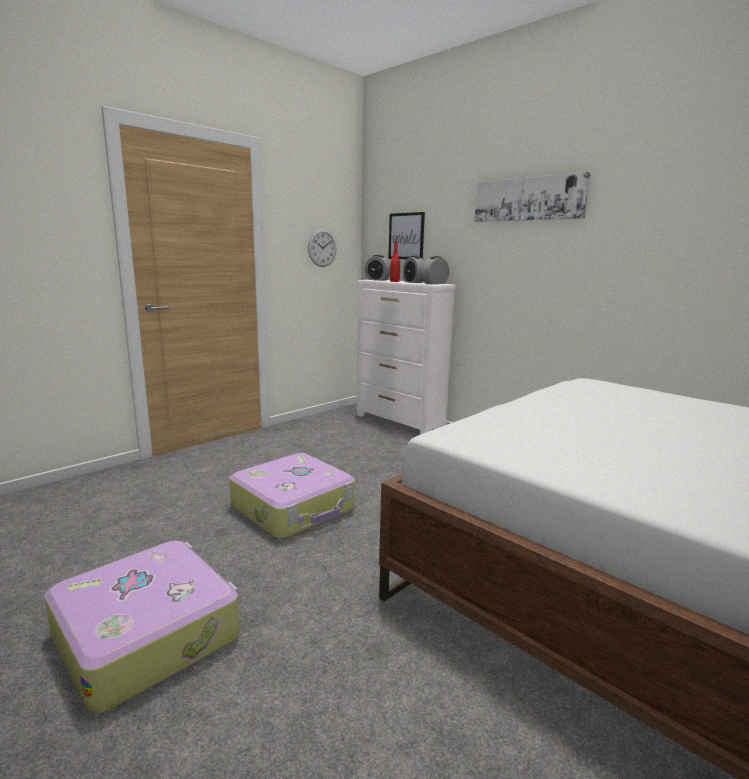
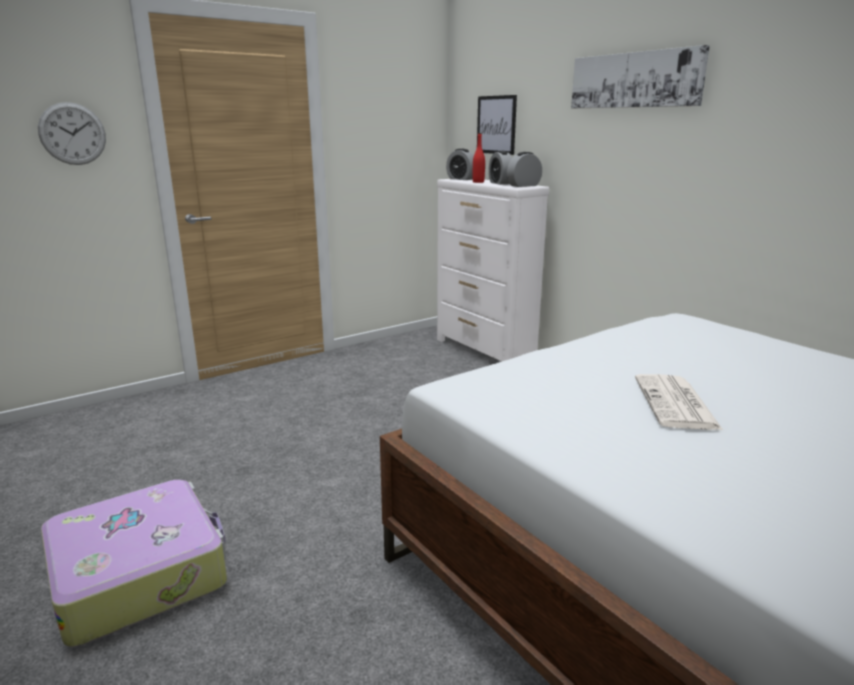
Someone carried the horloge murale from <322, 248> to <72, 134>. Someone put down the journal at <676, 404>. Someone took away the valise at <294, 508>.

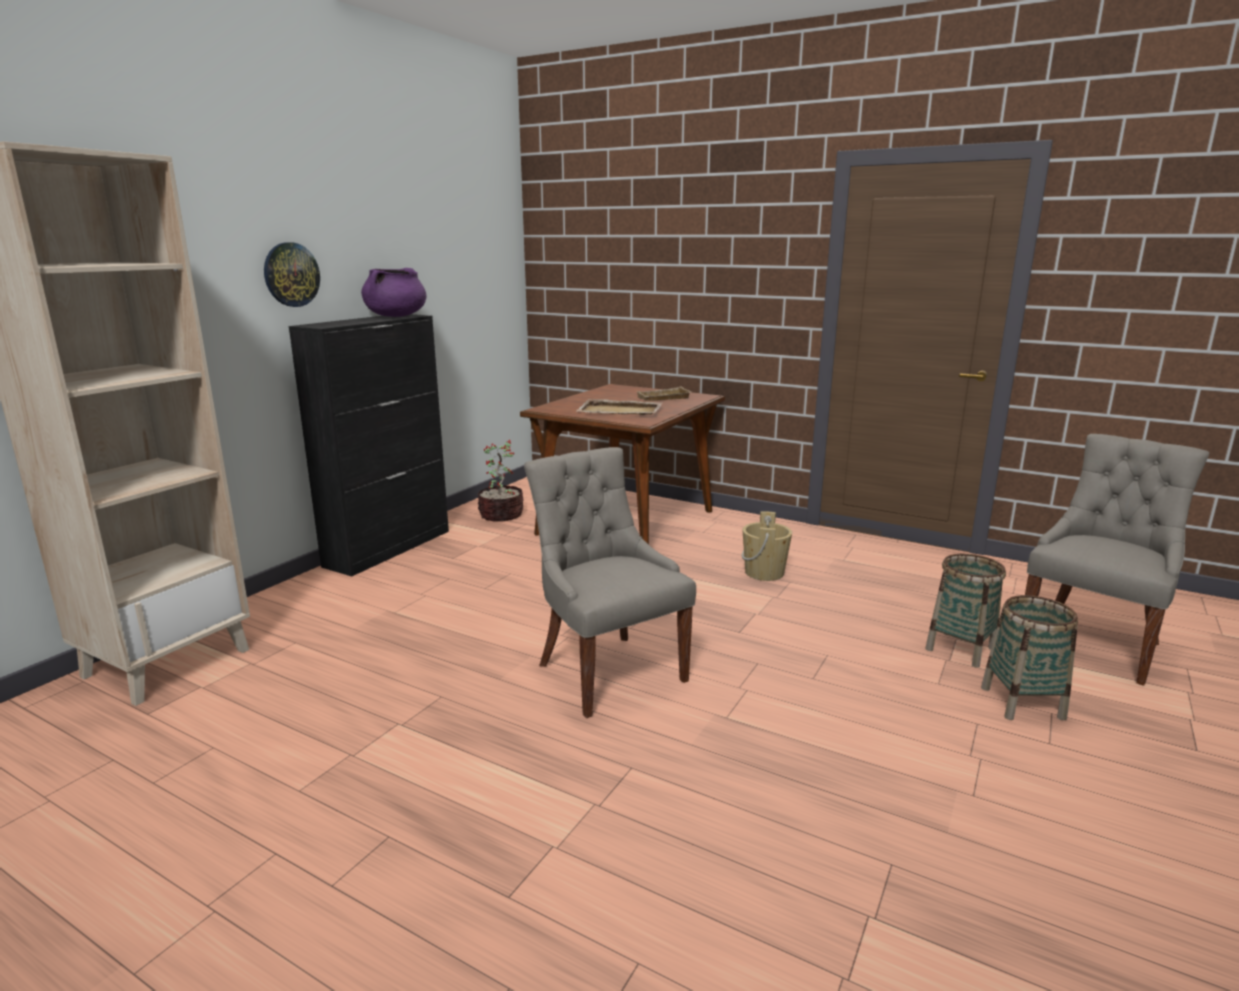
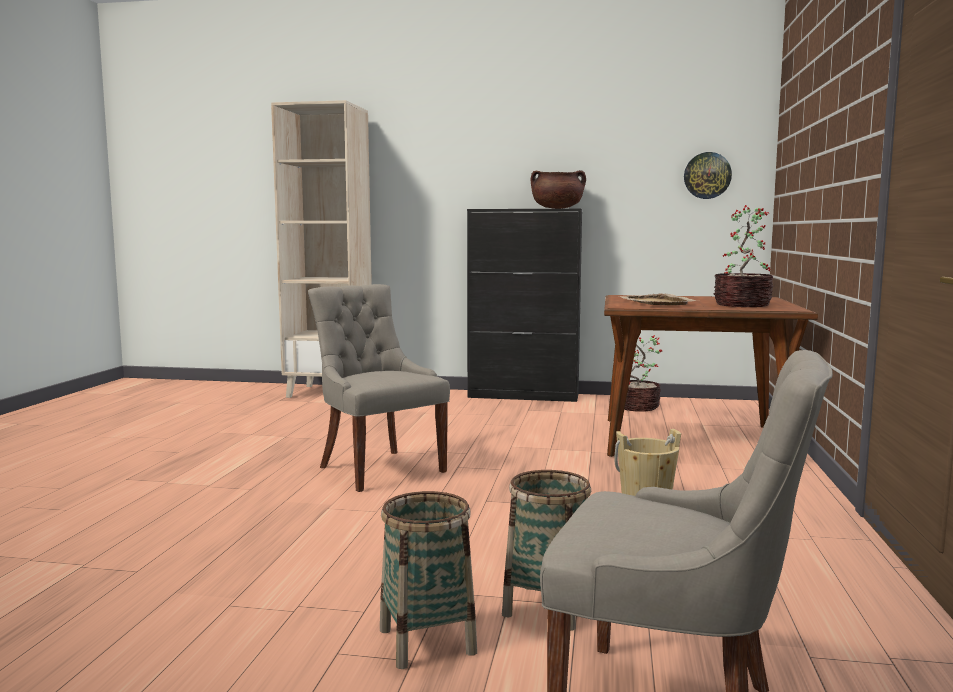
Someone rotated the chaise (gris) at <608, 671> by 75 degrees counterclockwise. Someone repainted the marmite (violet) at <396, 316>, which became the marmite (marron) at <557, 208>. Someone carried the horloge murale from <291, 274> to <707, 175>. Someone swapped the plateau (beige) at <663, 398> for the plante en pot at <743, 305>.

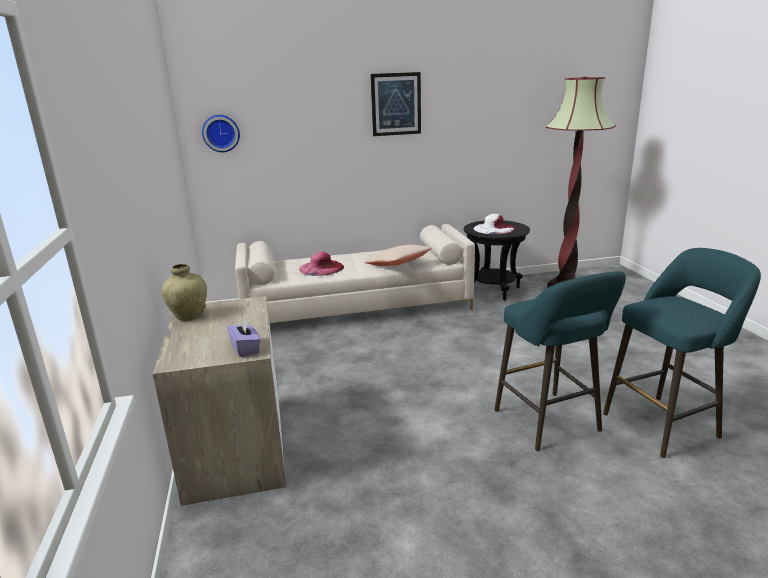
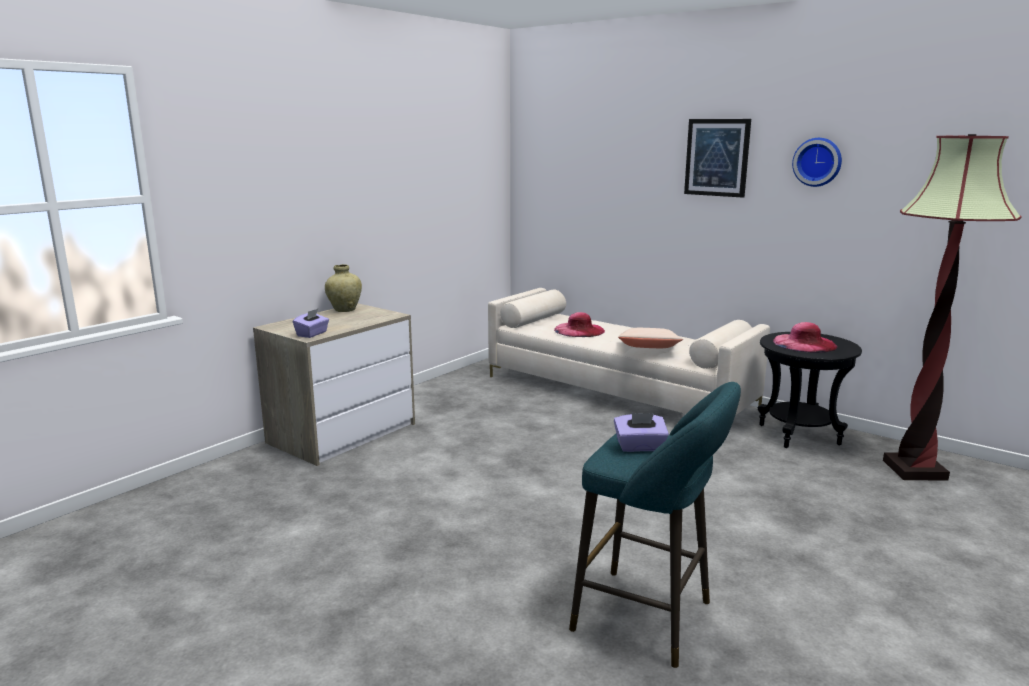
Someone put down the boîte à mouchoirs (violet) at <640, 447>. Someone repainted the chapeau (blanc) at <494, 228>, which became the chapeau (rose) at <804, 343>. Someone carried the horloge murale from <221, 133> to <817, 162>. Someone took away the tabouret (turquoise) at <550, 423>.

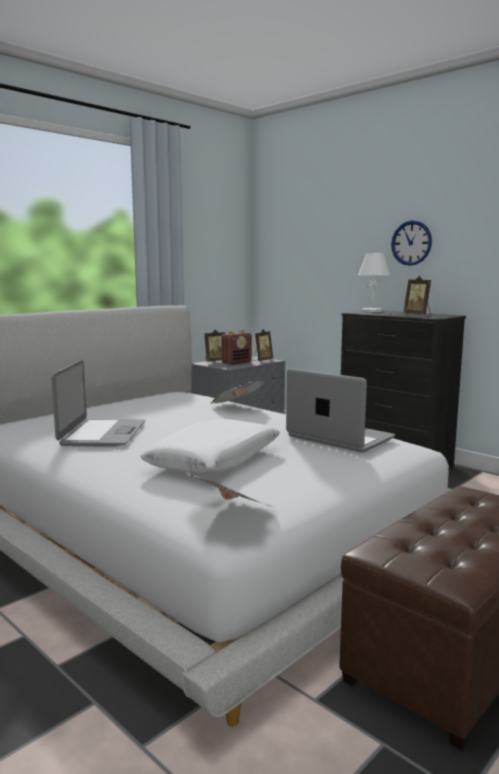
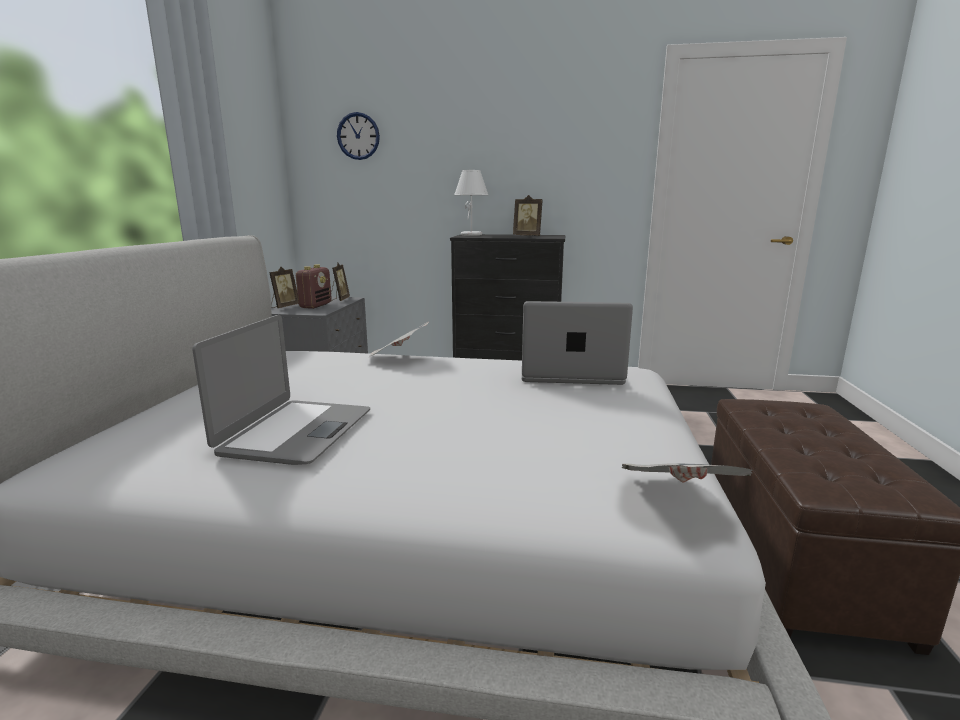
Someone rotated the ordinateur portable at <102, 434> by 45 degrees clockwise. Someone carried the horloge murale from <411, 243> to <358, 136>. Someone took away the coussin (blanc) at <215, 460>.

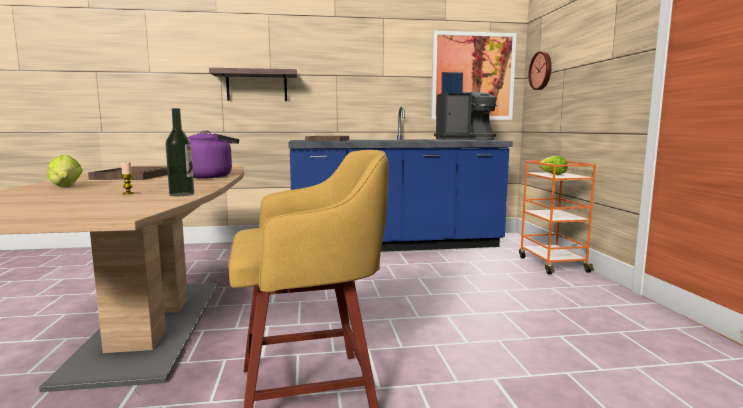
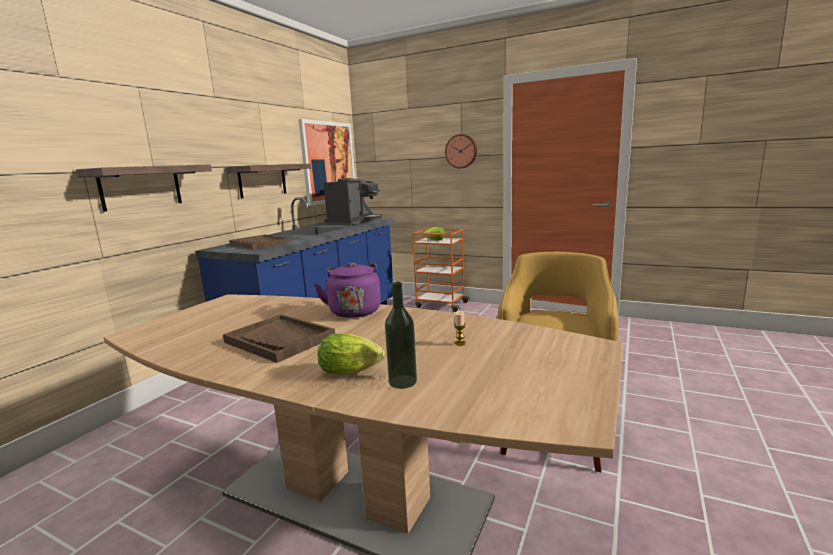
Someone put up the étagère at <262, 180>. Someone carried the bouteille from <181, 194> to <402, 381>. Someone carried the horloge murale from <541, 71> to <461, 151>.

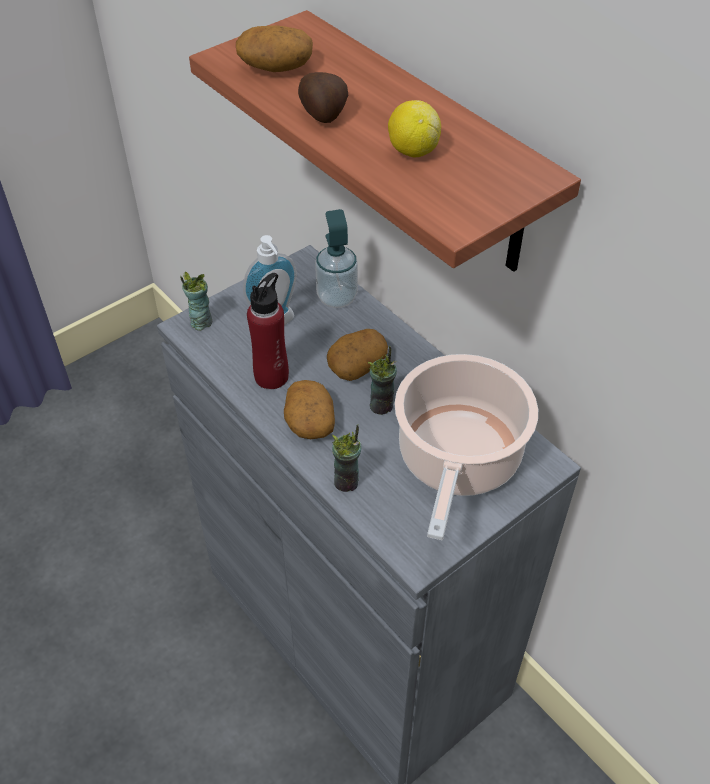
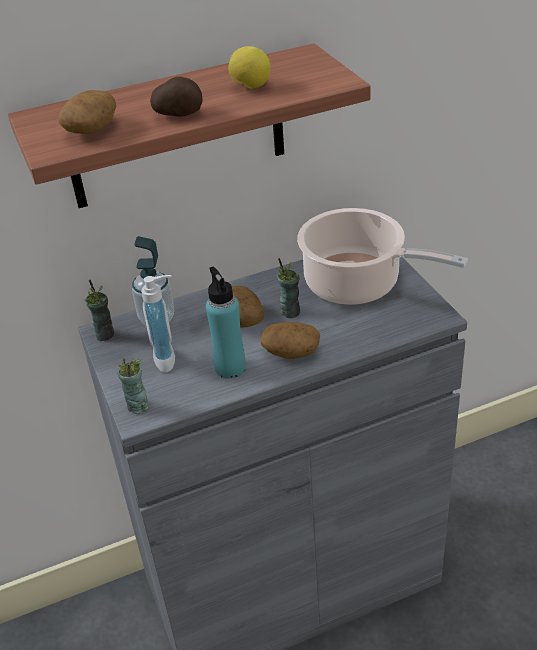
Someone carried the tasse from <347, 482> to <105, 334>. Someone repainted the bouteille (rouge) at <271, 376>, which became the bouteille (turquoise) at <230, 368>.

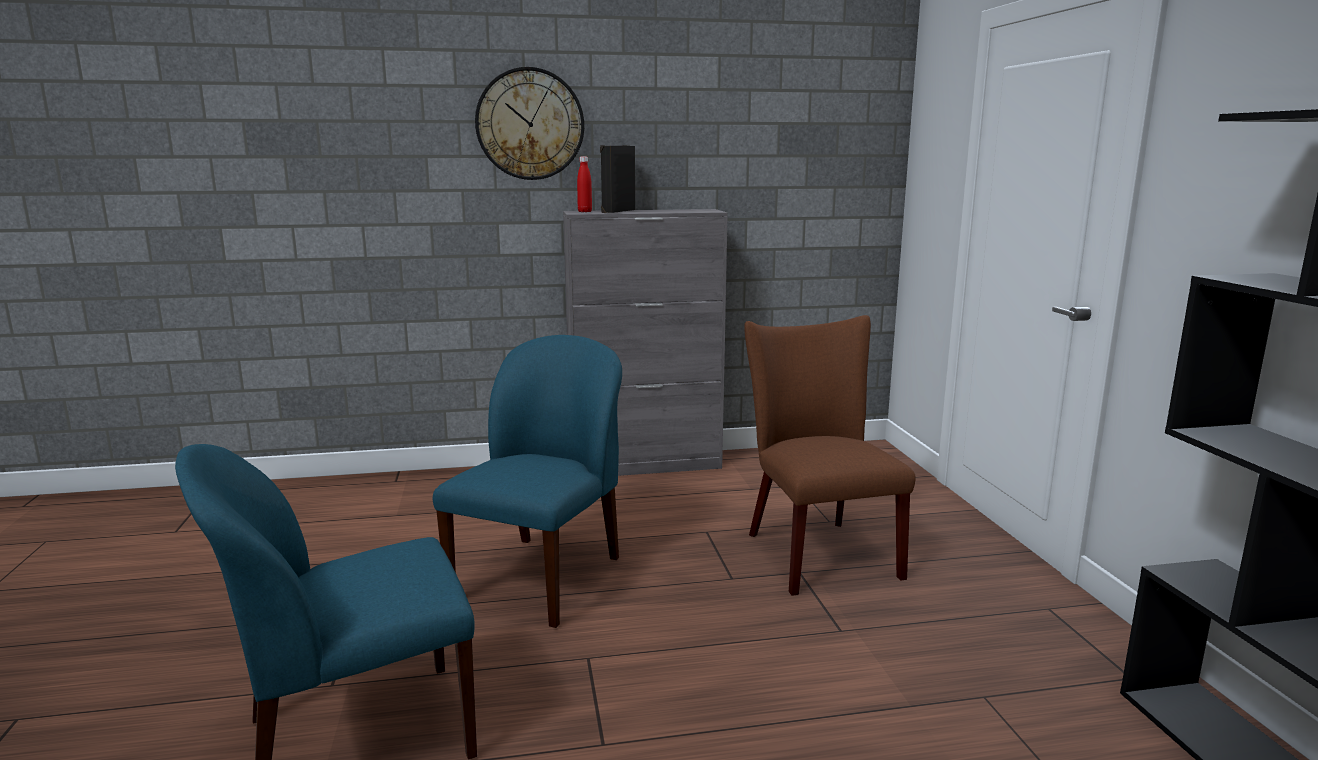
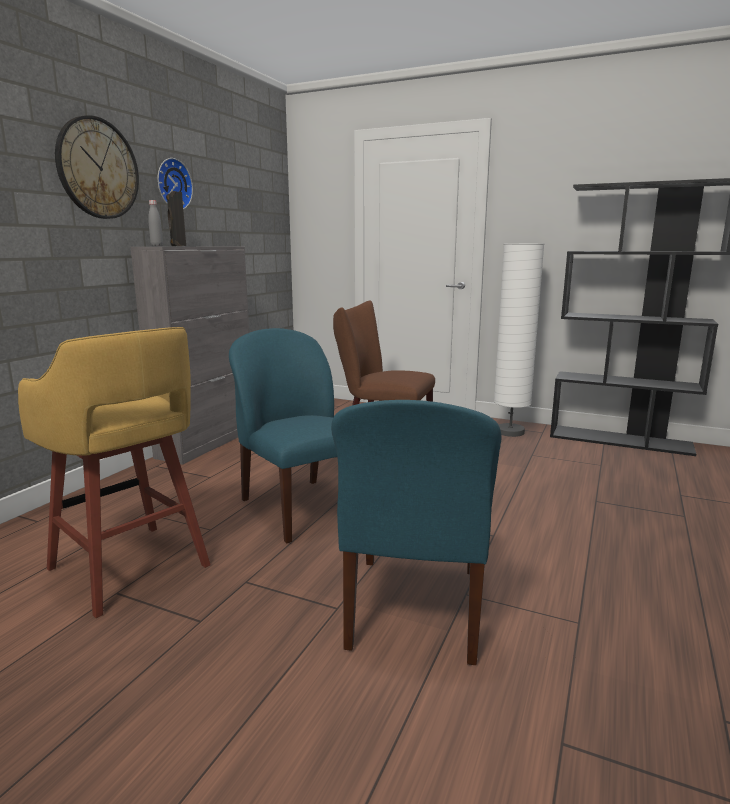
Someone put down the tabouret (jaune) at <131, 569>. Someone repainted the bouteille (rouge) at <585, 211>, which became the bouteille (gris) at <157, 246>. Someone put up the horloge murale at <172, 184>. Someone put down the lampadaire (blanc) at <510, 432>.

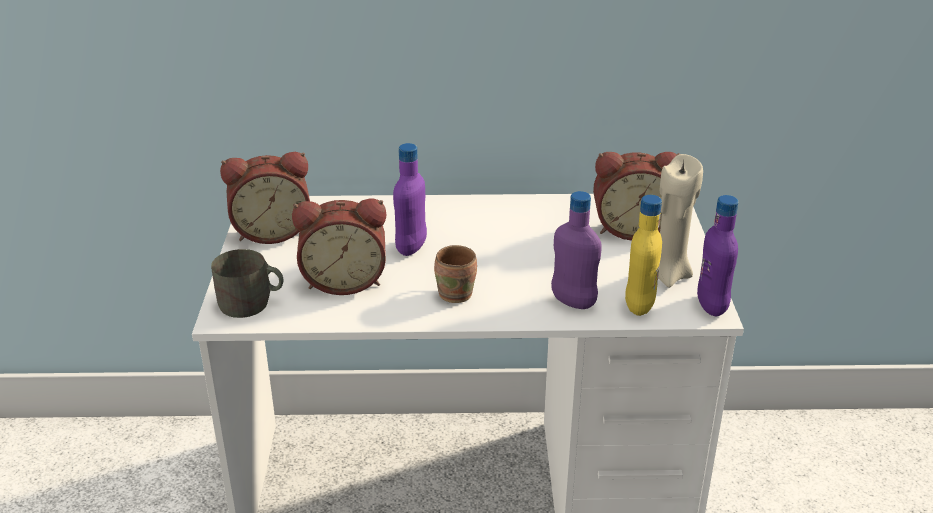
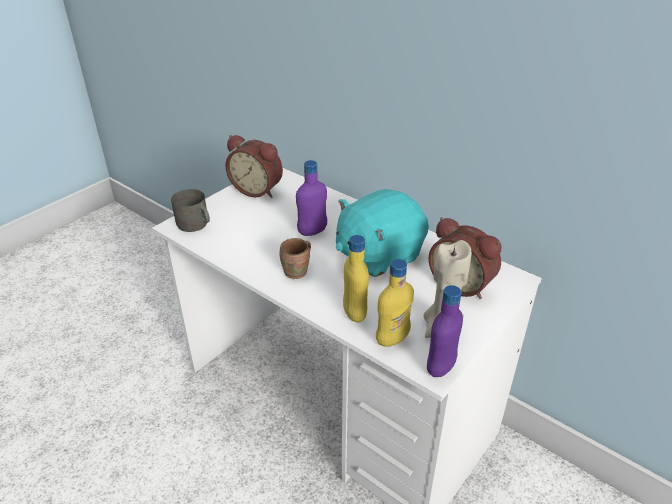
Someone put down the peluche (turquoise) at <378, 254>. Someone repainted the bouteille (violet) at <573, 302>, which became the bouteille (jaune) at <354, 313>. Someone took away the réveil at <344, 281>.

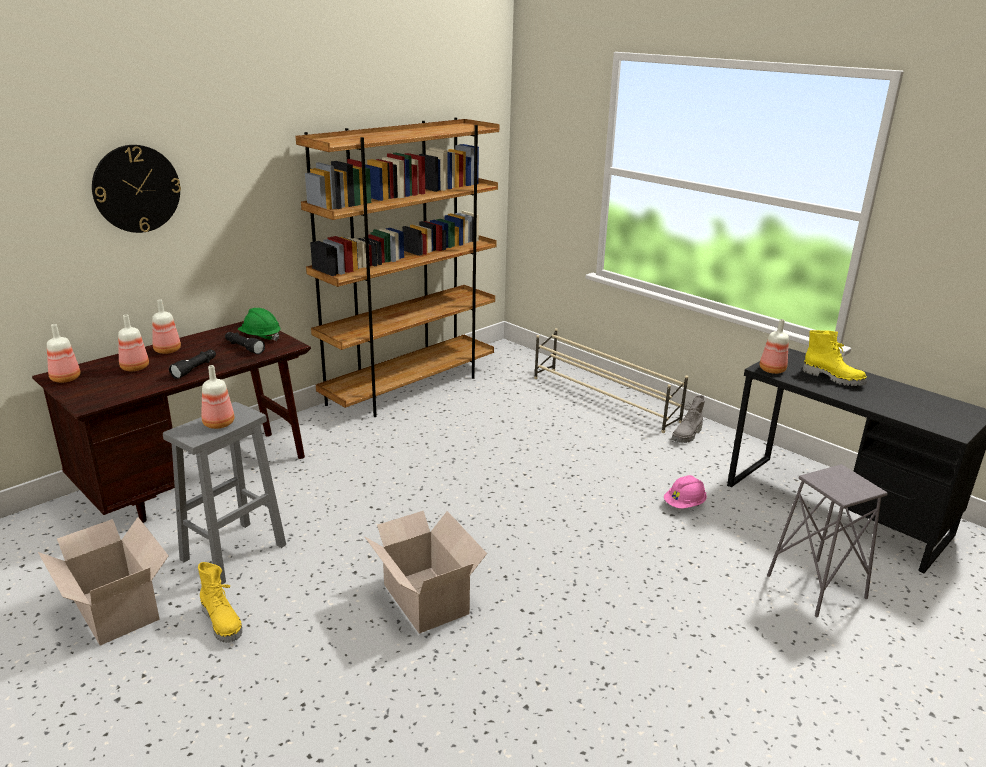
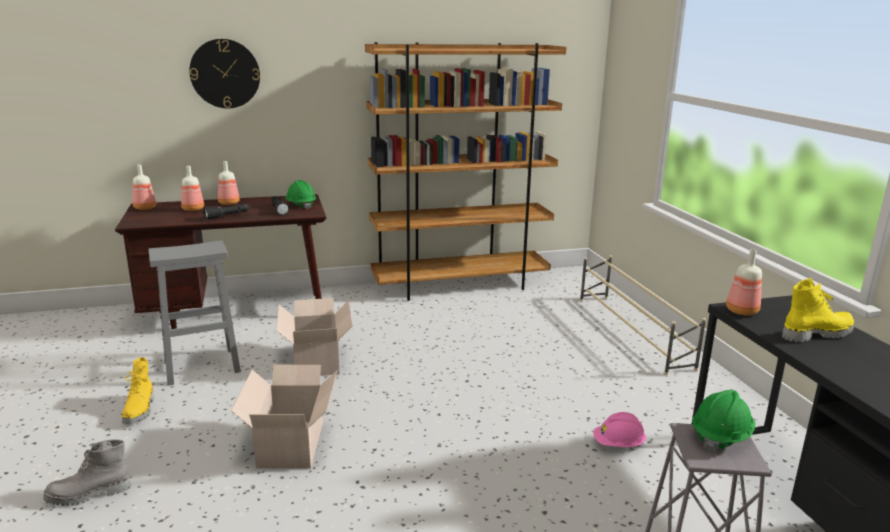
Someone carried the botte (gris) from <687, 435> to <88, 495>. Someone carried the carton from <115, 608> to <317, 360>. Someone put down the casque de chantier (vert) at <721, 436>. Someone rotated the botte (jaune) at <833, 378> by 90 degrees counterclockwise. Someone took away the bouteille at <218, 424>.

